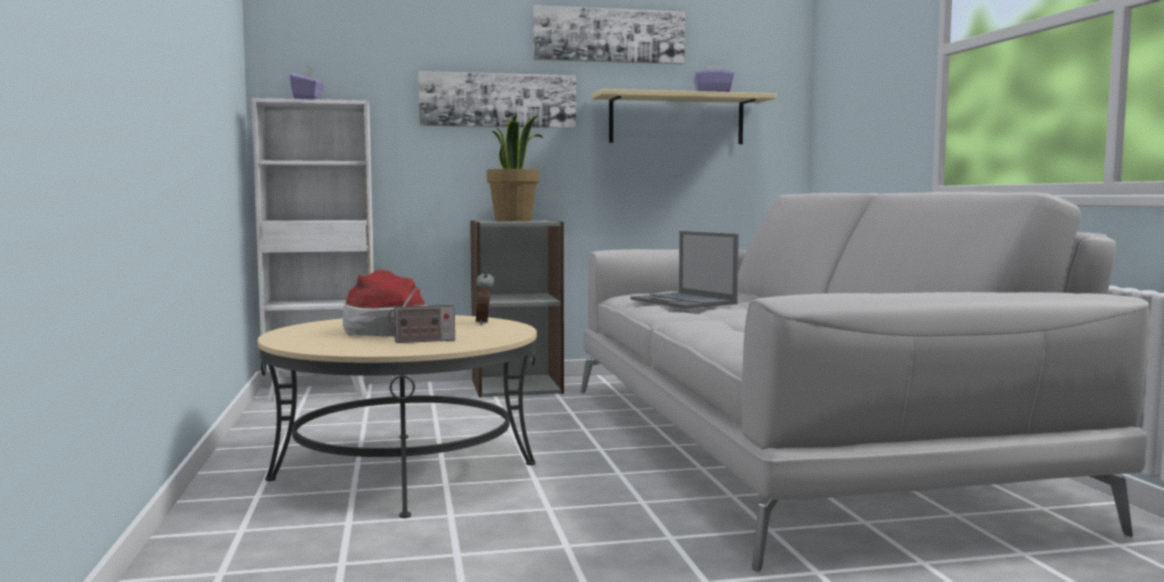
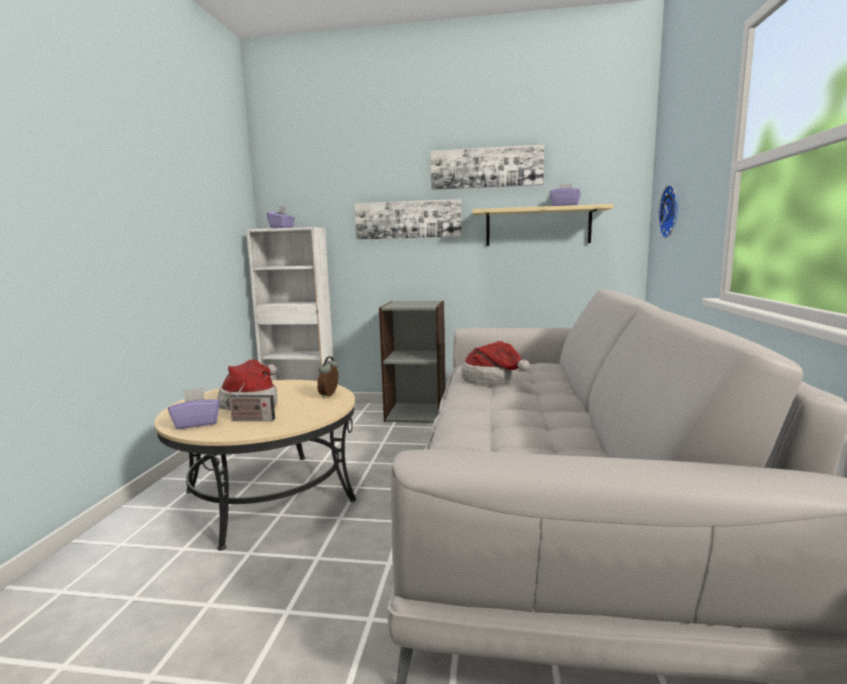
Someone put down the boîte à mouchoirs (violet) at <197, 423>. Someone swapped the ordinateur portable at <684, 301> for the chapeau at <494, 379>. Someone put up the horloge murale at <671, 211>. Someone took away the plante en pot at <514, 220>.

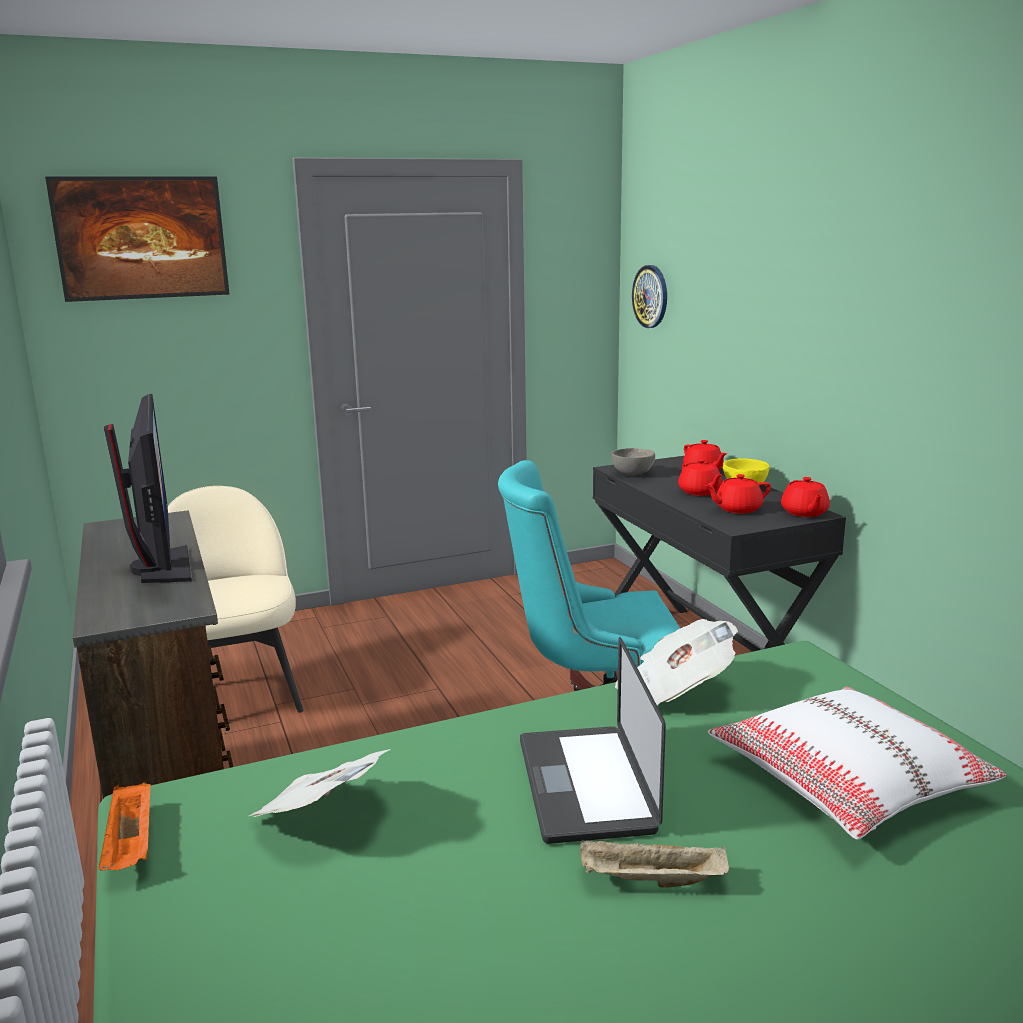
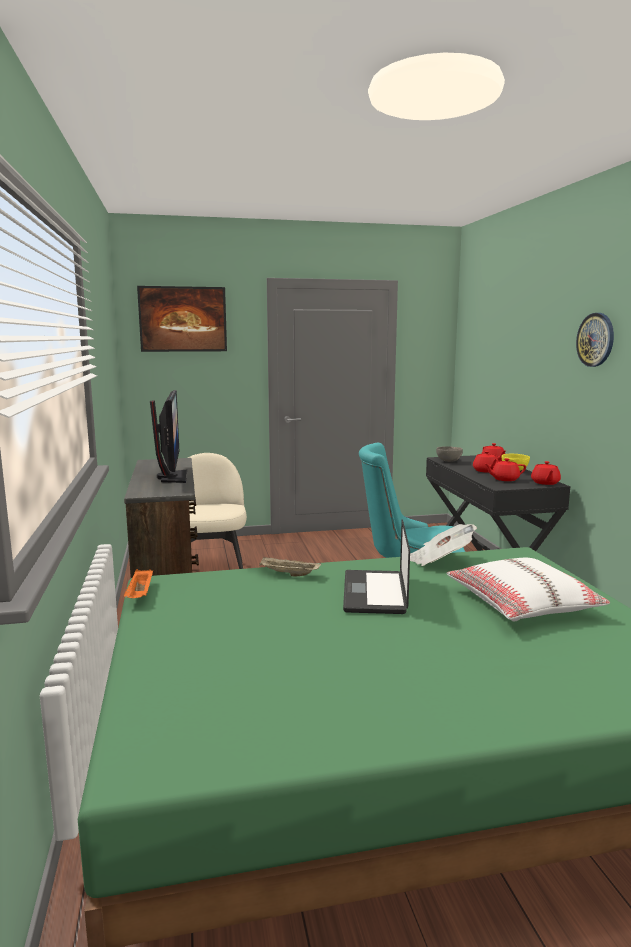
Someone carried the plateau (beige) from <650, 881> to <288, 574>. Someone carried the horloge murale from <651, 296> to <596, 340>. Someone took away the journal at <322, 815>.

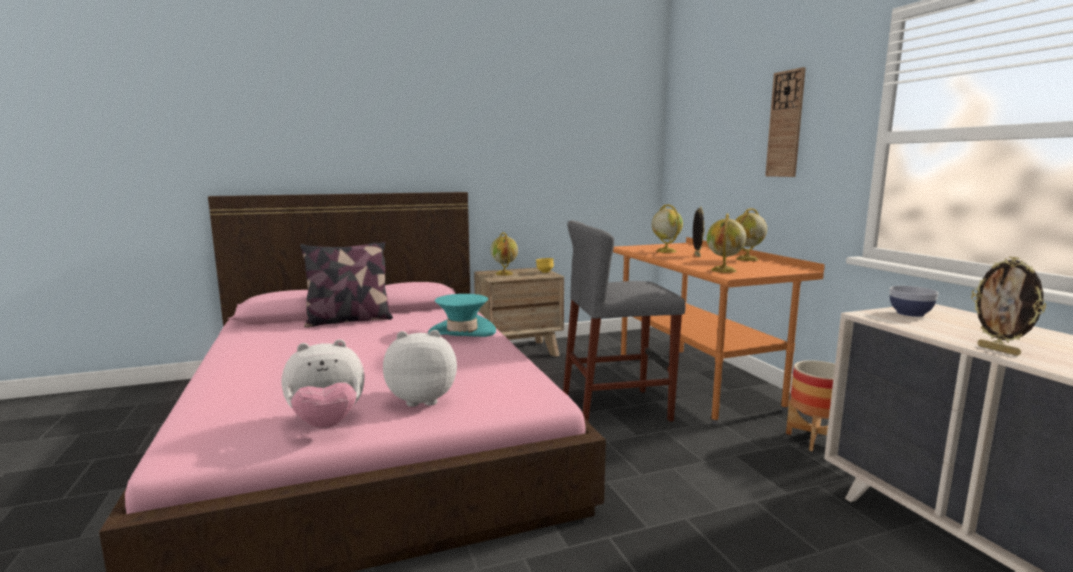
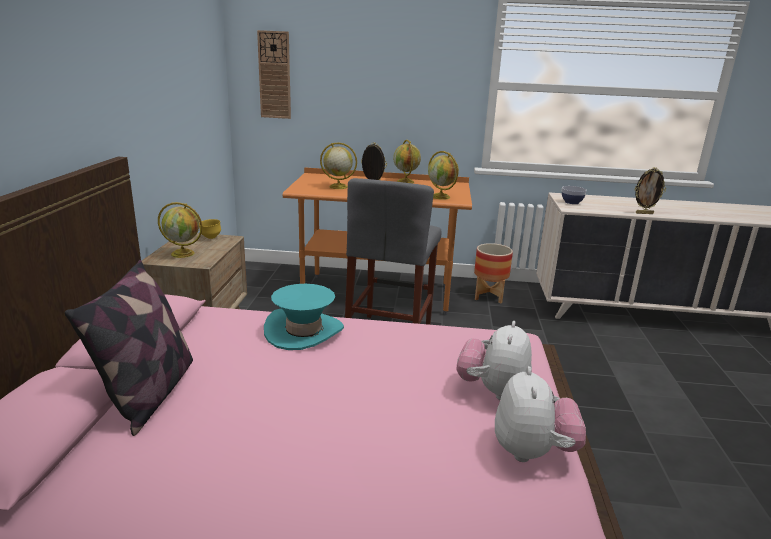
Someone carried the horloge murale from <785, 124> to <274, 75>.

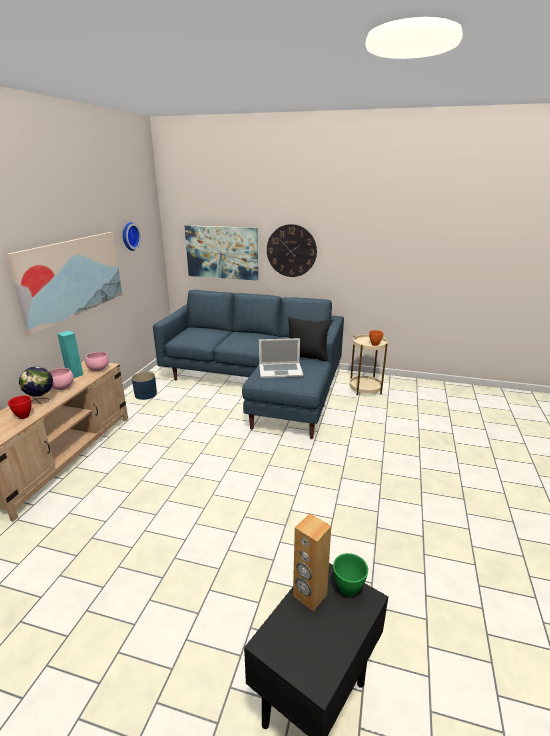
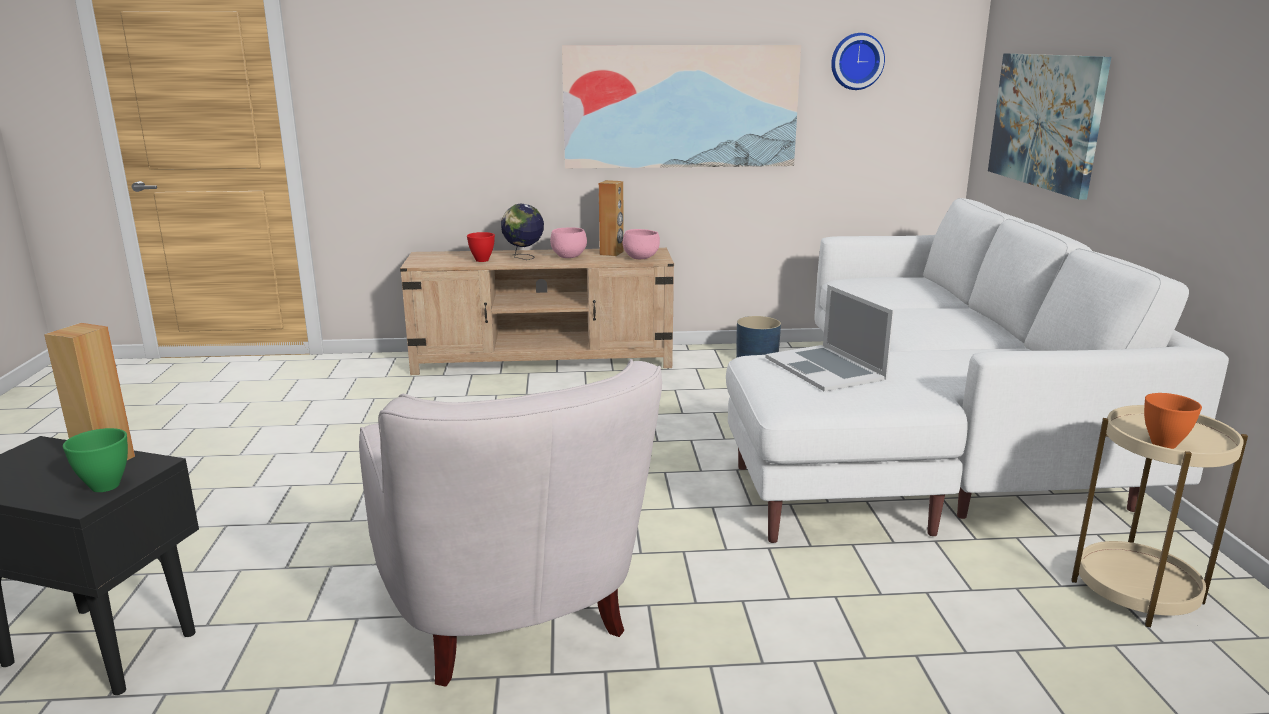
Someone put down the fauteuil (blanc) at <511, 616>. Someone repainted the enceinte (turquoise) at <75, 375>, which became the enceinte (marron) at <612, 253>. Someone repainted the canapé (bleu) at <258, 384>, which became the canapé (blanc) at <932, 440>. Someone took away the horloge murale at <291, 251>. Someone took away the coussin (noir) at <307, 357>.

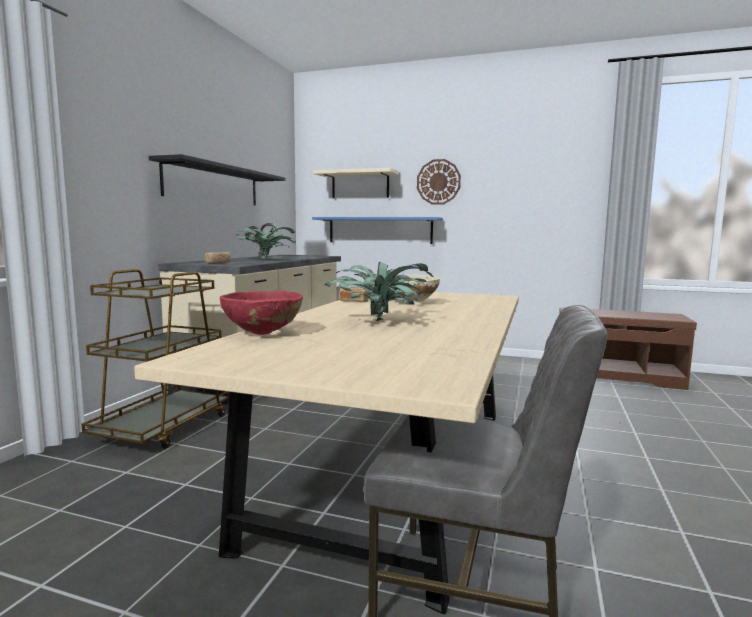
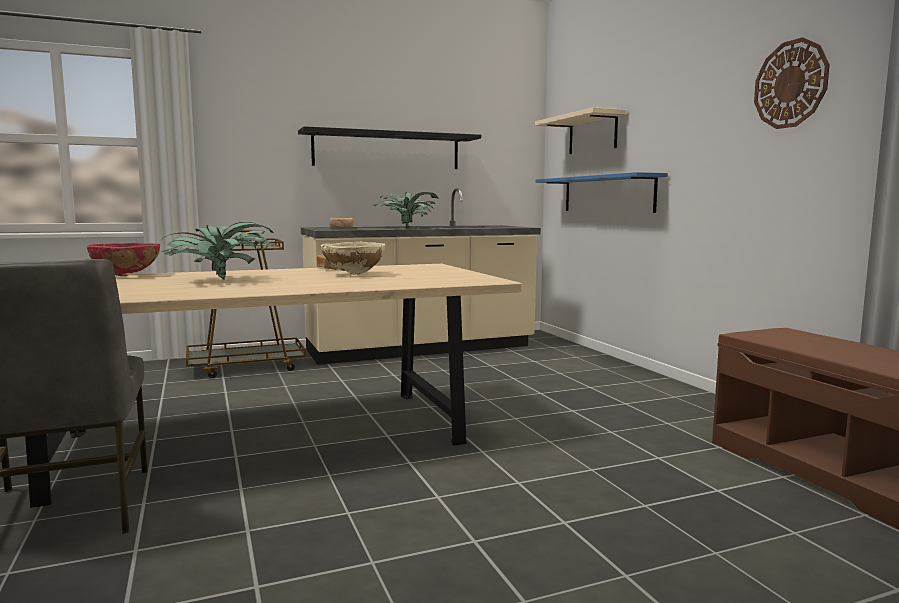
Someone carried the horloge murale from <438, 182> to <790, 84>.

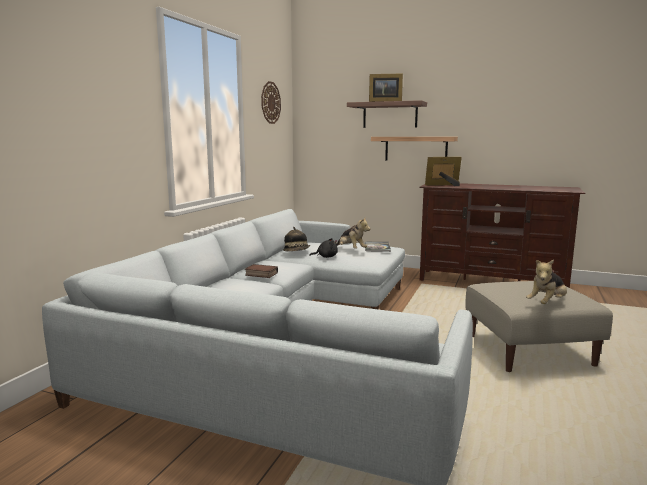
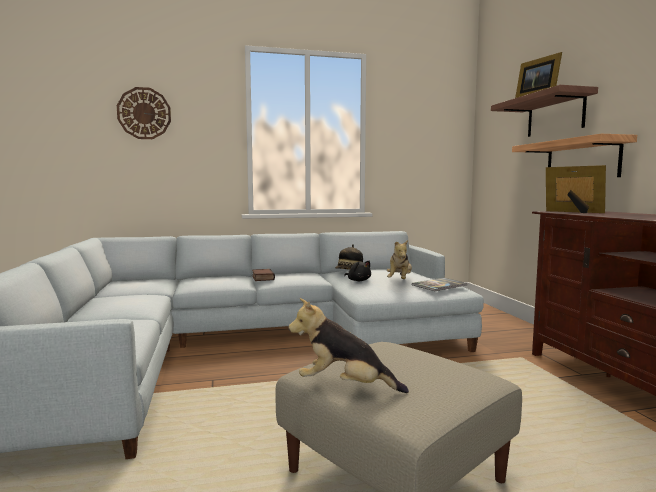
Someone carried the horloge murale from <270, 102> to <144, 113>.

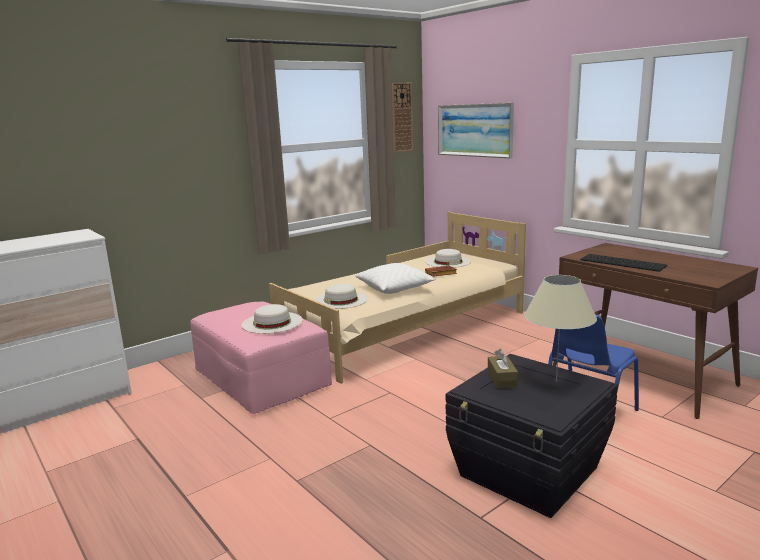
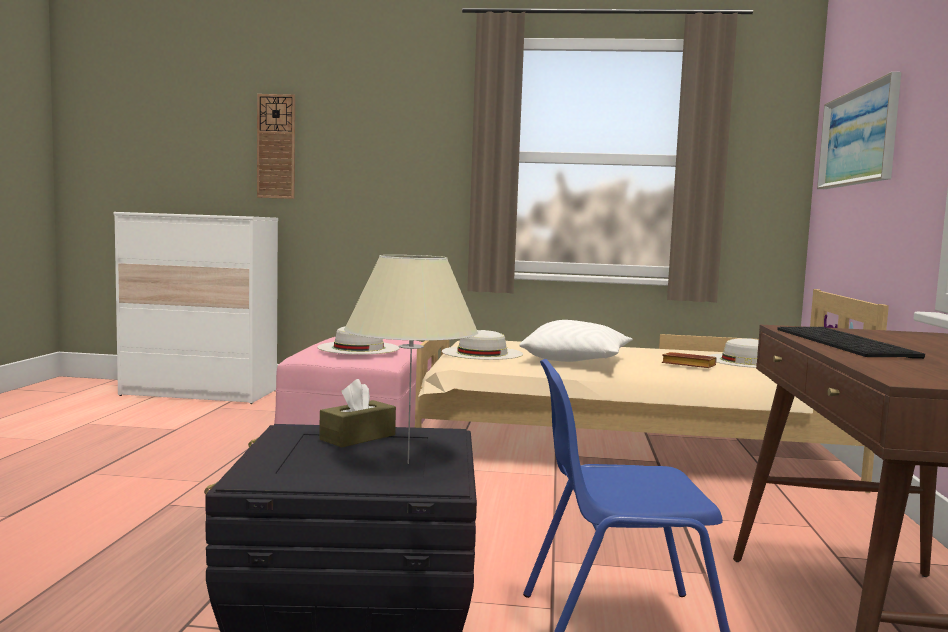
Someone carried the horloge murale from <401, 117> to <276, 146>.

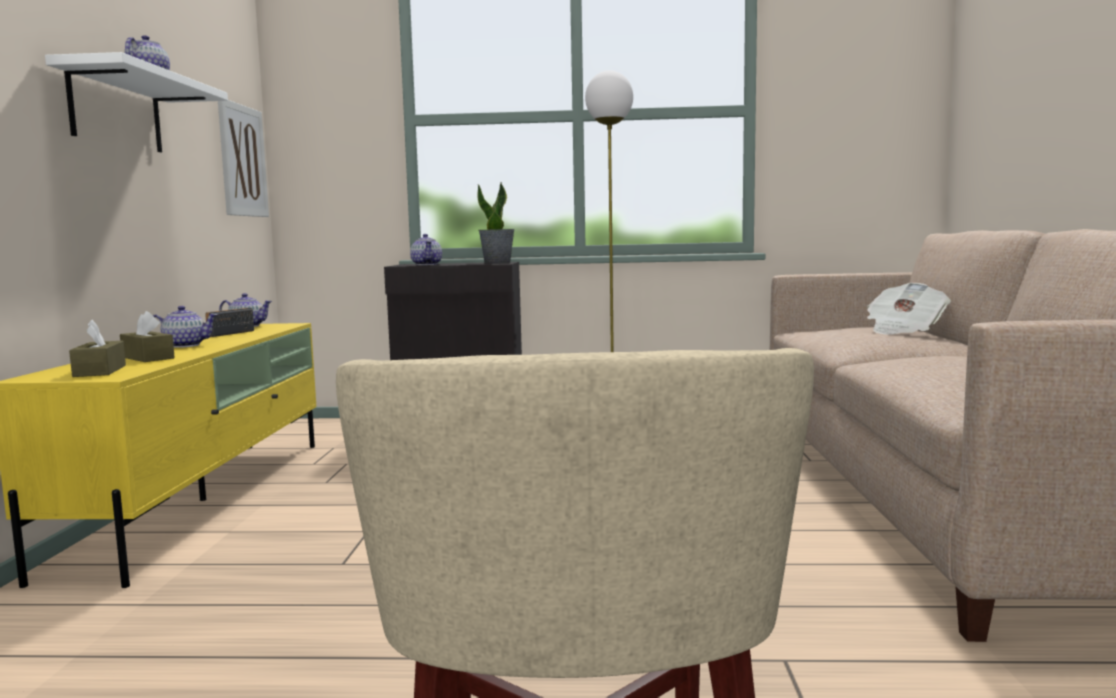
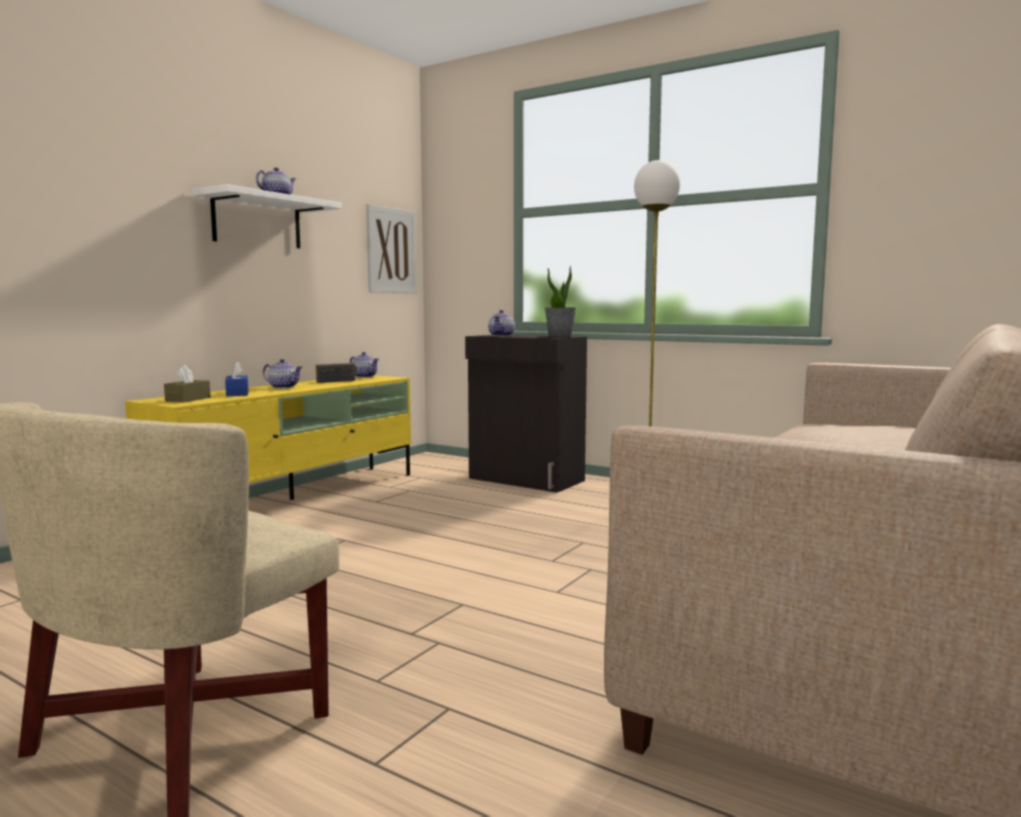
Someone repainted the boîte à mouchoirs (marron) at <148, 358>, which became the boîte à mouchoirs (bleu) at <237, 393>. Someone took away the journal at <903, 330>.

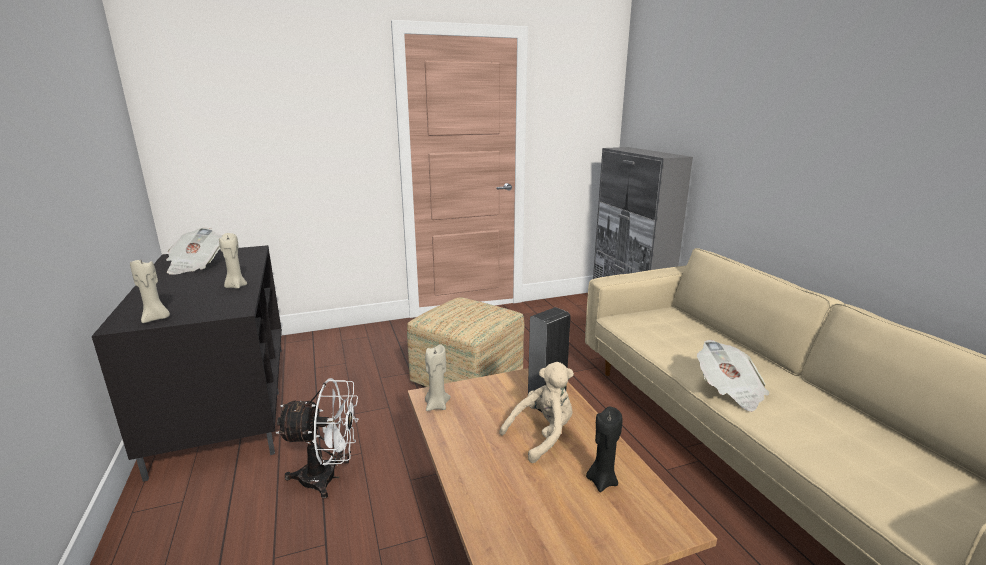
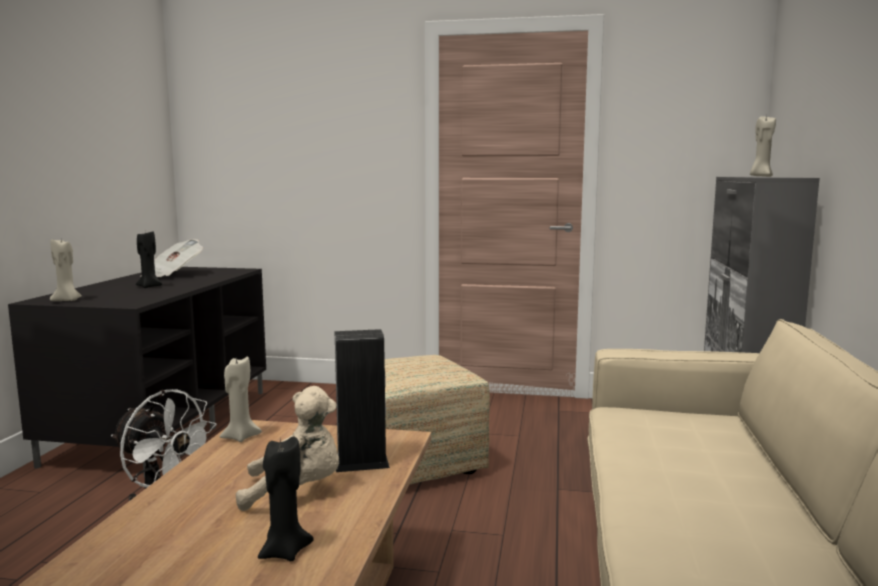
Someone put down the bougie (noir) at <149, 286>. Someone carried the bougie (beige) from <236, 286> to <760, 176>. Someone took away the journal at <729, 391>.

